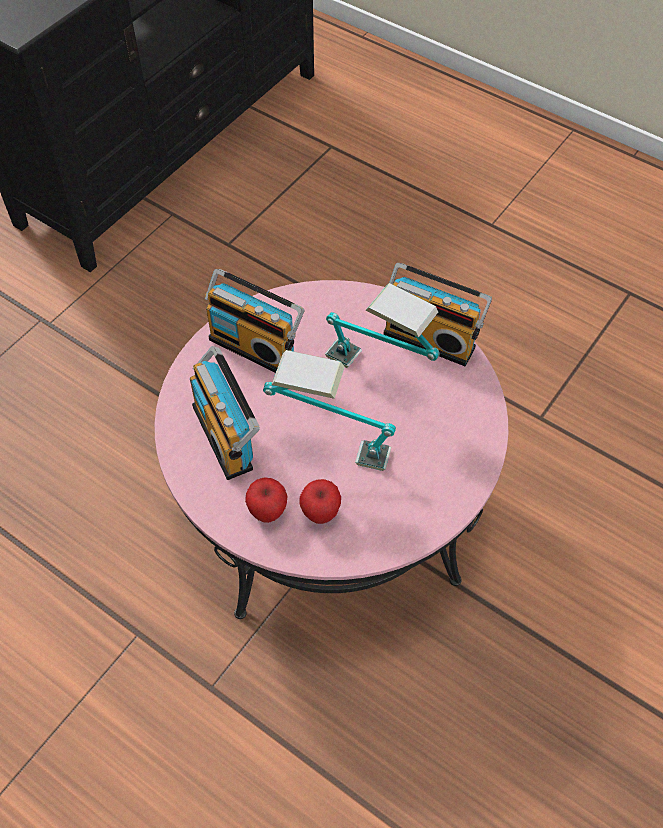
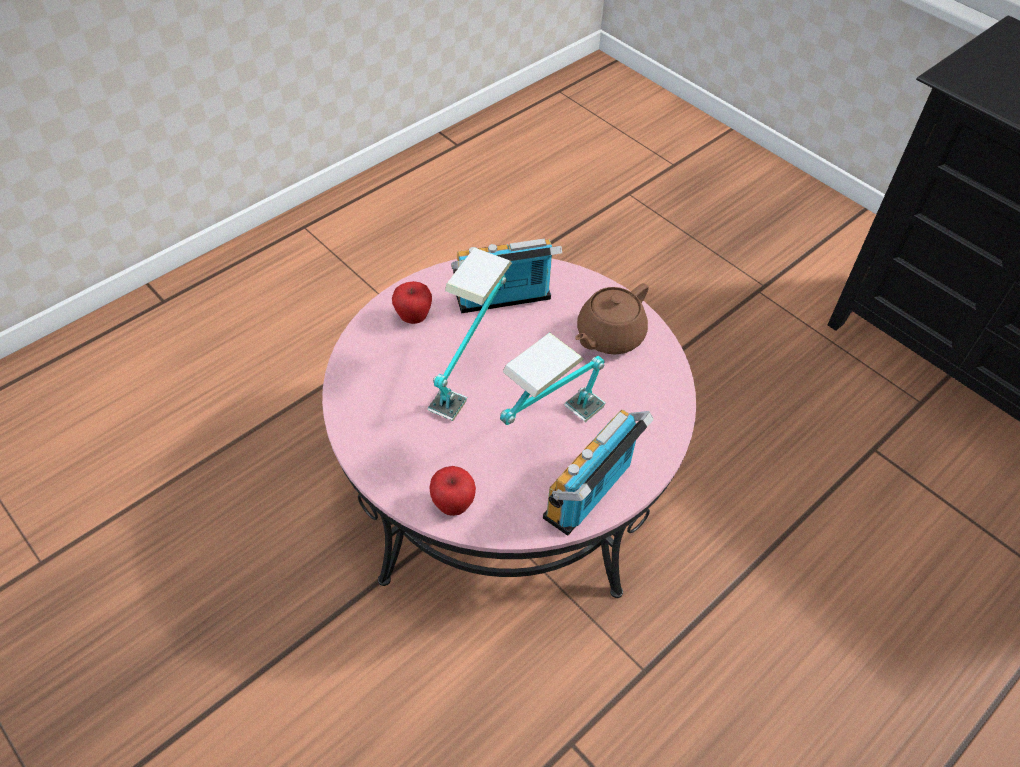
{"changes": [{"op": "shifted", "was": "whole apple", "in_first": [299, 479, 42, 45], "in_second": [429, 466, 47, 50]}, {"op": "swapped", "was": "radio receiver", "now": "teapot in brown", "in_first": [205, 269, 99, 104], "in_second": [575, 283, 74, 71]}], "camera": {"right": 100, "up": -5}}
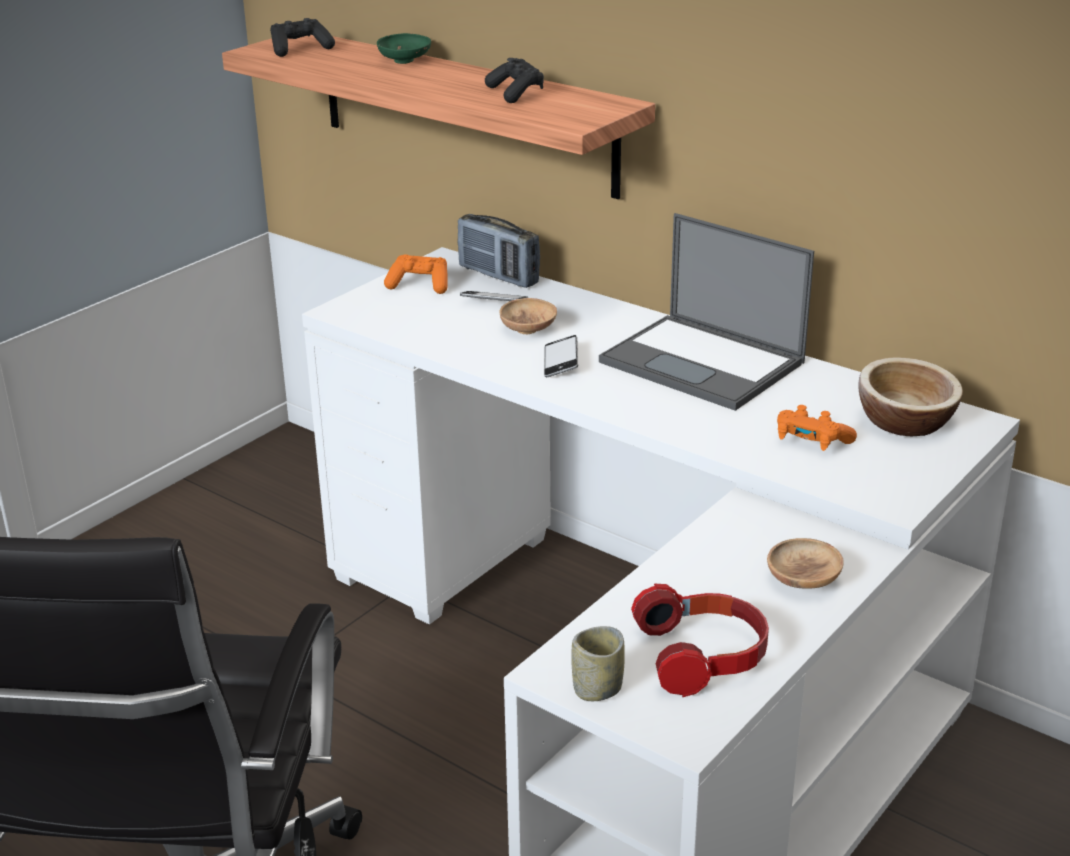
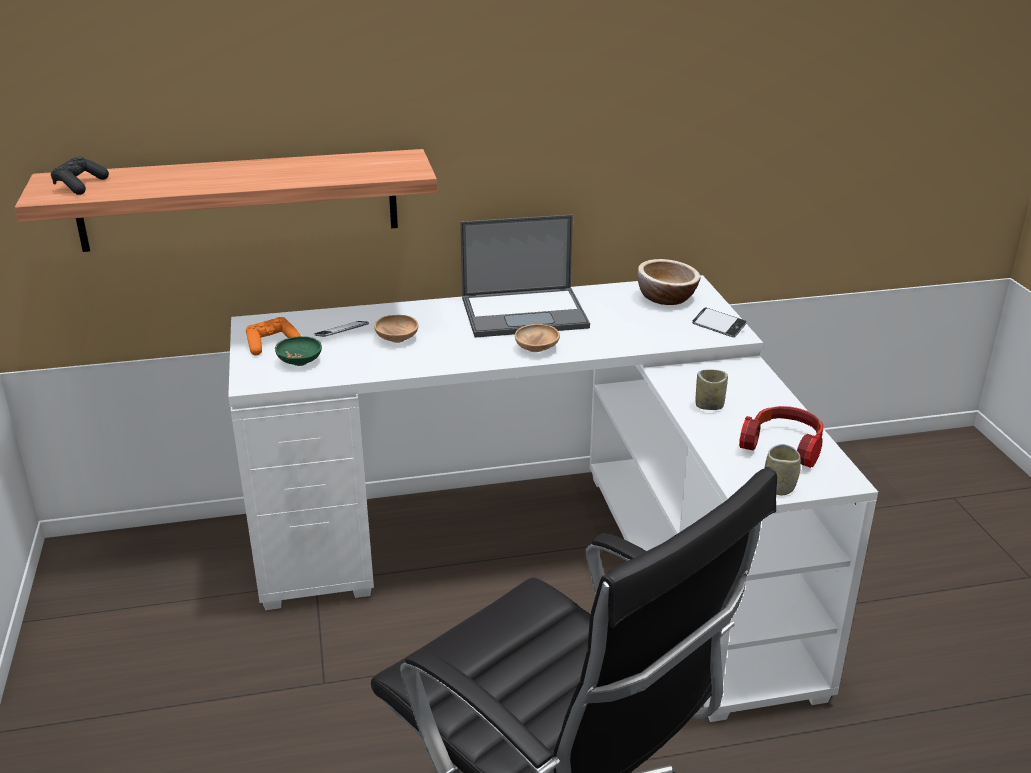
{"changes": [{"op": "shifted", "was": "serving bowl in greenish", "in_first": [377, 33, 54, 31], "in_second": [275, 336, 47, 30]}, {"op": "shifted", "was": "serving bowl in brown", "in_first": [767, 538, 77, 51], "in_second": [515, 324, 45, 28]}, {"op": "shifted", "was": "handset", "in_first": [544, 335, 34, 42], "in_second": [692, 307, 55, 30]}, {"op": "new", "now": "small cup", "in_second": [696, 369, 32, 41]}, {"op": "gone", "was": "radio receiver", "in_first": [457, 214, 83, 74]}, {"op": "gone", "was": "game controller in blackish", "in_first": [485, 58, 59, 45]}, {"op": "gone", "was": "game controller in orange-coloured", "in_first": [777, 405, 80, 46]}], "camera": {"right": -50, "up": 0}}
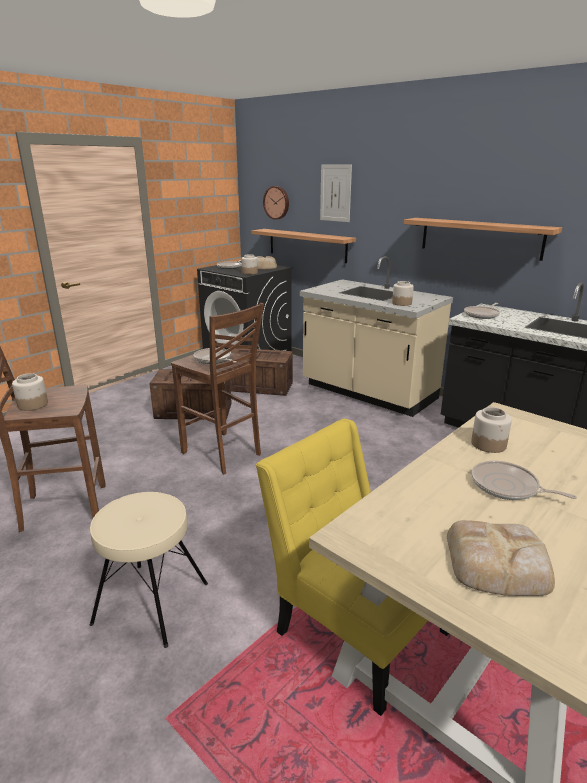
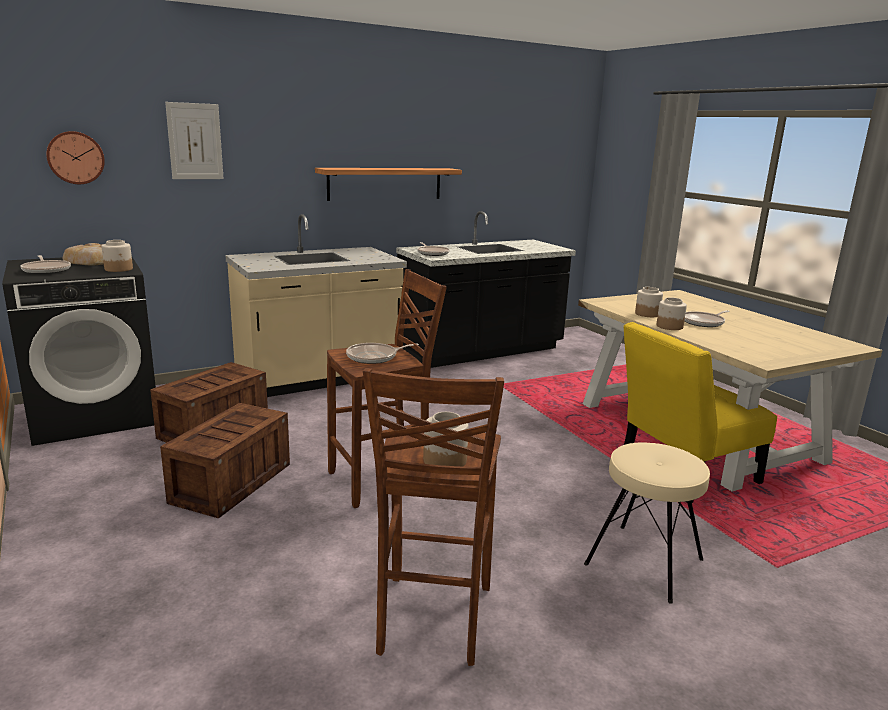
{"changes": [{"op": "shifted", "was": "jar", "in_first": [392, 281, 22, 25], "in_second": [657, 297, 30, 33]}, {"op": "gone", "was": "wall shelf", "in_first": [251, 229, 105, 34]}, {"op": "gone", "was": "bakery bread", "in_first": [447, 520, 108, 76]}], "camera": {"right": -70, "up": -5}}
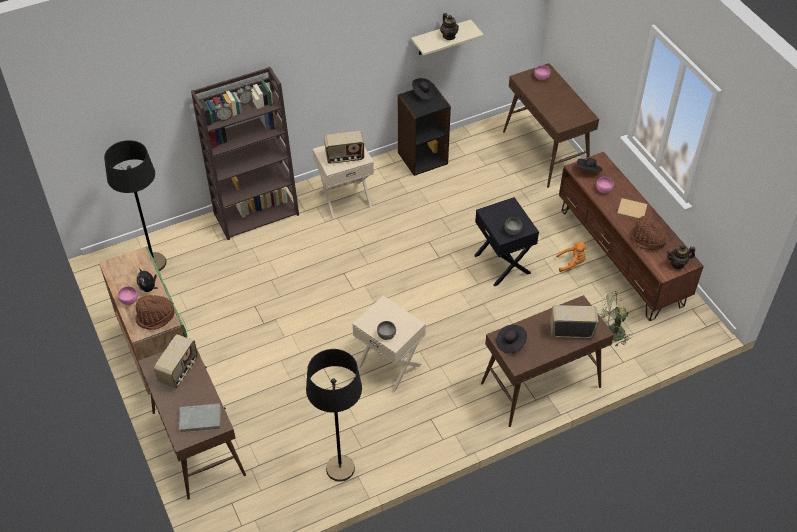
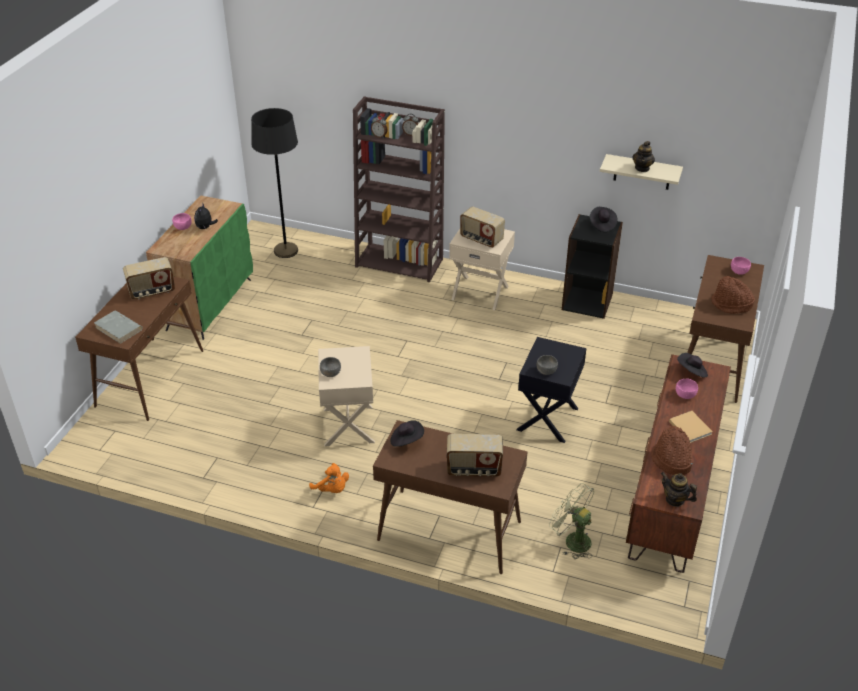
{"changes": [{"op": "shifted", "was": "soft toy in orange-coloured", "in_first": [556, 242, 32, 30], "in_second": [309, 463, 40, 30]}, {"op": "rotated", "was": "radio receiver", "in_first": [550, 305, 48, 34], "in_second": [447, 434, 56, 43], "clockwise": 135}, {"op": "shifted", "was": "wearable hat in brown", "in_first": [135, 295, 39, 35], "in_second": [711, 276, 44, 38]}, {"op": "gone", "was": "standing lamp in blackish", "in_first": [306, 349, 56, 133]}], "camera": {"right": 45, "up": -10}}
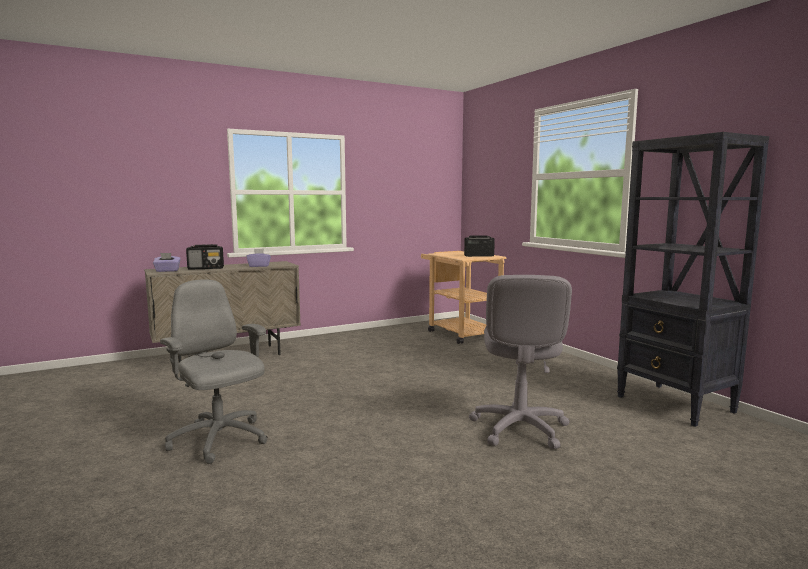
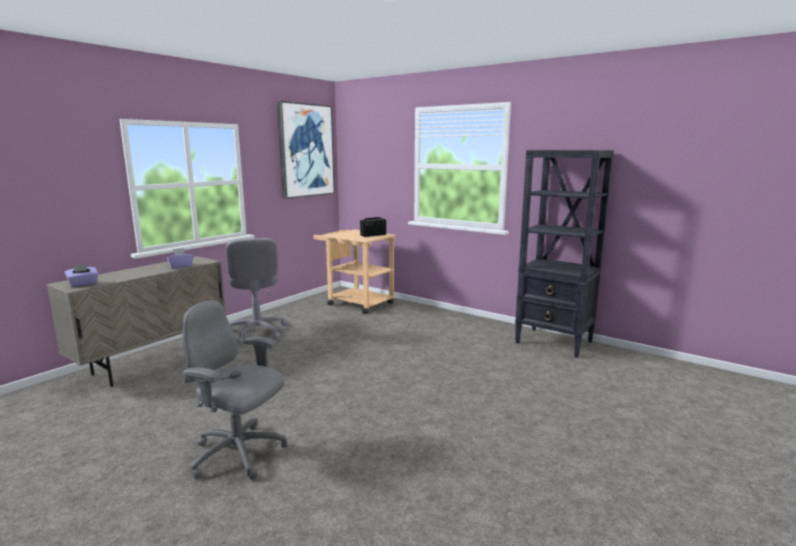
{"changes": [{"op": "shifted", "was": "computer chair in grey", "in_first": [469, 275, 103, 174], "in_second": [226, 238, 62, 105]}, {"op": "new", "now": "picture", "in_second": [277, 101, 58, 98]}, {"op": "gone", "was": "radio receiver", "in_first": [186, 244, 38, 26]}], "camera": {"right": -25, "up": 5}}
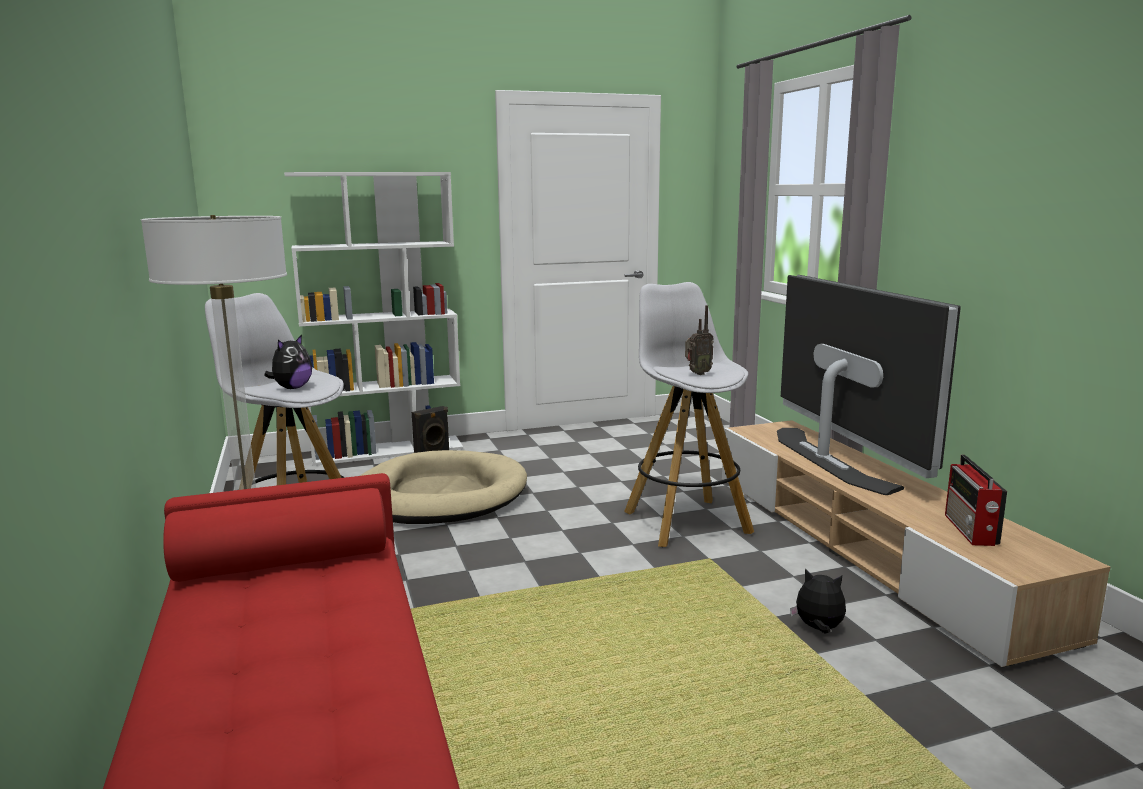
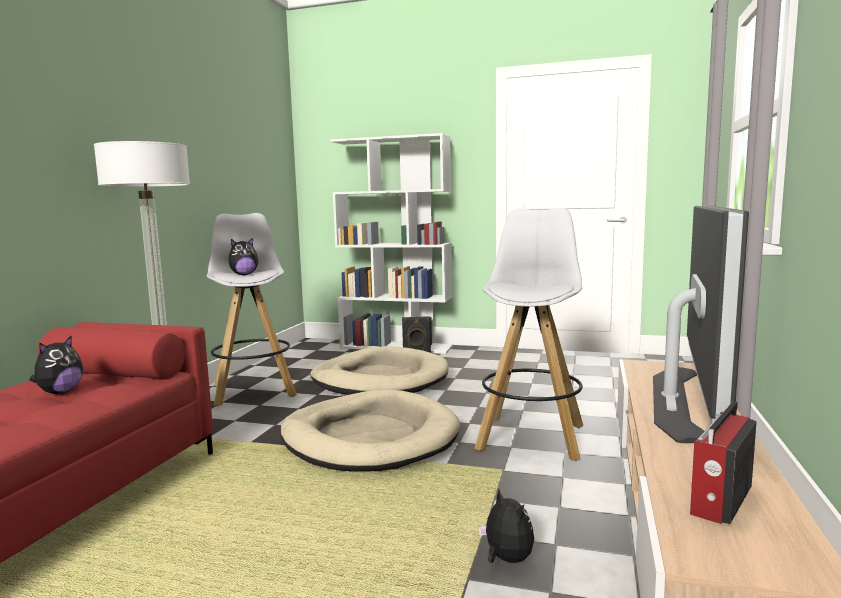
{"changes": [{"op": "new", "now": "soft toy", "in_second": [29, 335, 54, 59]}, {"op": "new", "now": "dog bed in beige", "in_second": [280, 389, 180, 83]}, {"op": "gone", "was": "radio receiver", "in_first": [685, 305, 29, 70]}], "camera": {"right": 35, "up": -5}}
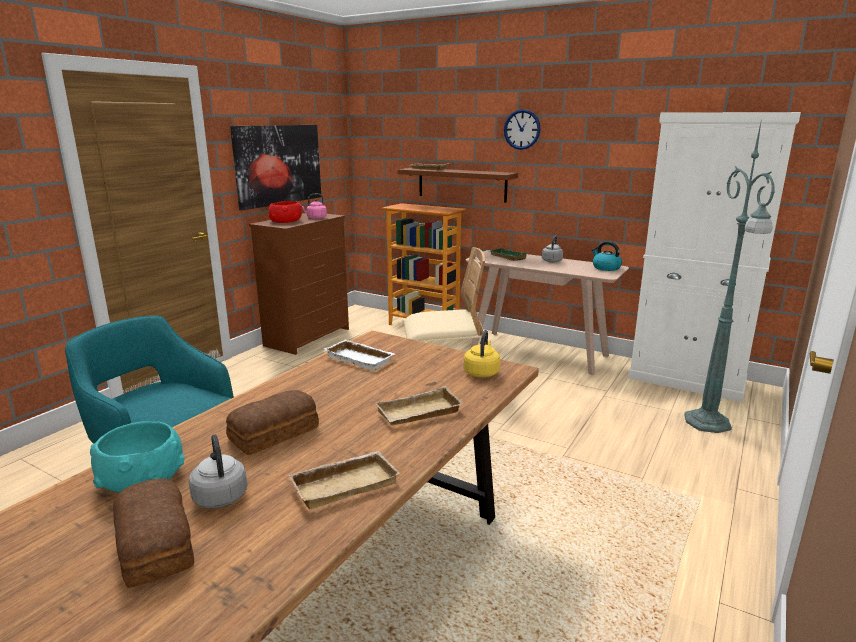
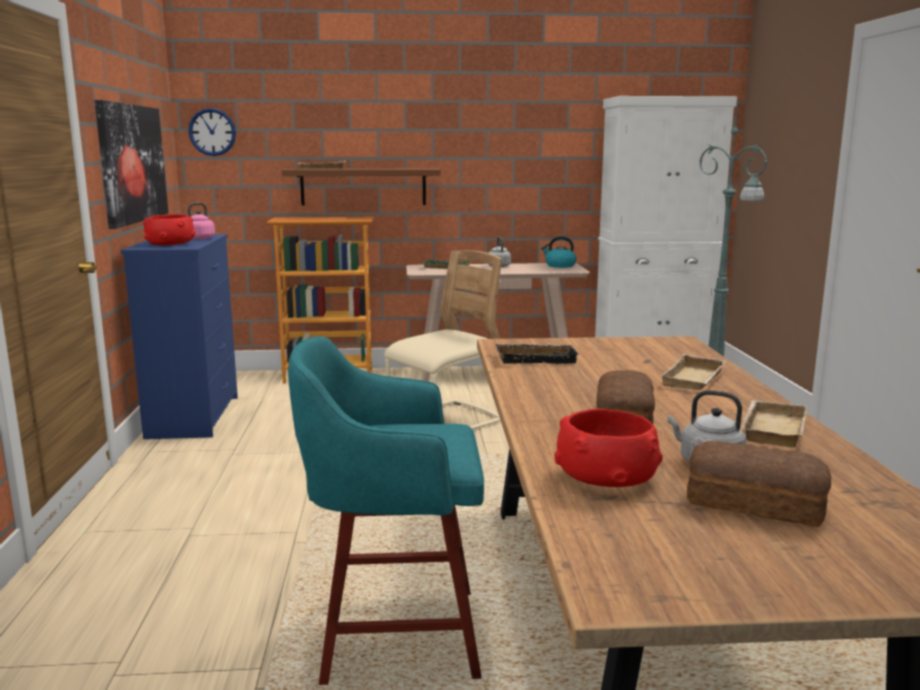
{"changes": [{"op": "repainted", "was": "chest of drawers in brown", "now": "chest of drawers in blue", "in_first": [249, 213, 100, 142], "in_second": [121, 234, 117, 205]}, {"op": "shifted", "was": "hanging clock", "in_first": [504, 109, 36, 41], "in_second": [188, 108, 48, 48]}, {"op": "repainted", "was": "carrying tray in white", "now": "carrying tray in blackish", "in_first": [324, 339, 71, 32], "in_second": [496, 344, 83, 20]}, {"op": "repainted", "was": "serving bowl in blue-green", "now": "serving bowl in reddish", "in_first": [90, 421, 95, 72], "in_second": [554, 409, 109, 78]}, {"op": "gone", "was": "tea kettle in yellowish", "in_first": [464, 330, 36, 48]}], "camera": {"right": -35, "up": -5}}
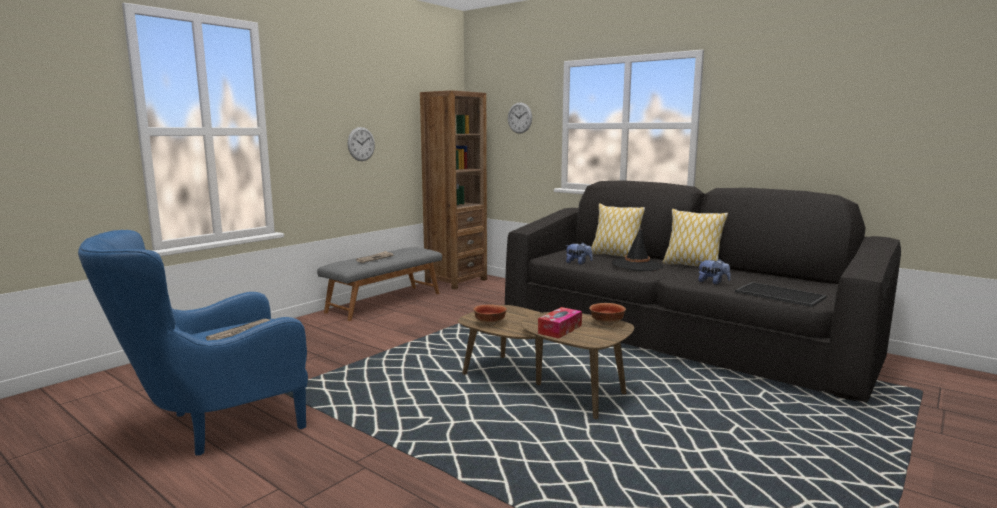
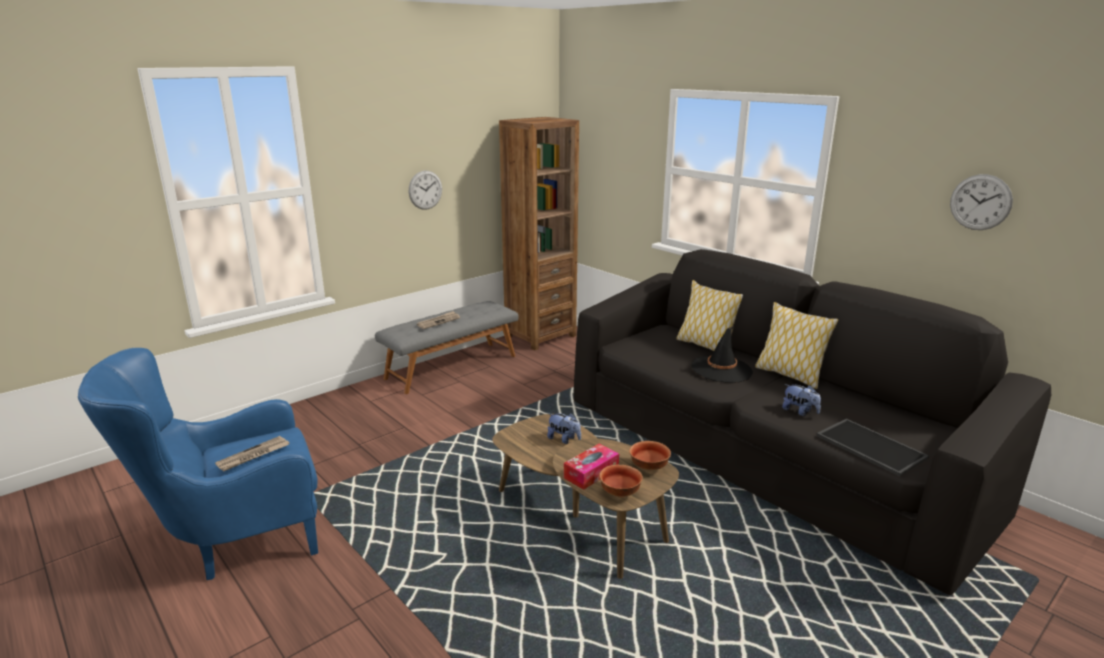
{"changes": [{"op": "shifted", "was": "soft toy", "in_first": [565, 242, 28, 23], "in_second": [547, 413, 34, 31]}, {"op": "shifted", "was": "serving bowl", "in_first": [473, 305, 34, 21], "in_second": [600, 465, 43, 33]}, {"op": "shifted", "was": "hanging clock", "in_first": [508, 102, 24, 32], "in_second": [950, 174, 63, 56]}], "camera": {"right": 10, "up": 10}}
